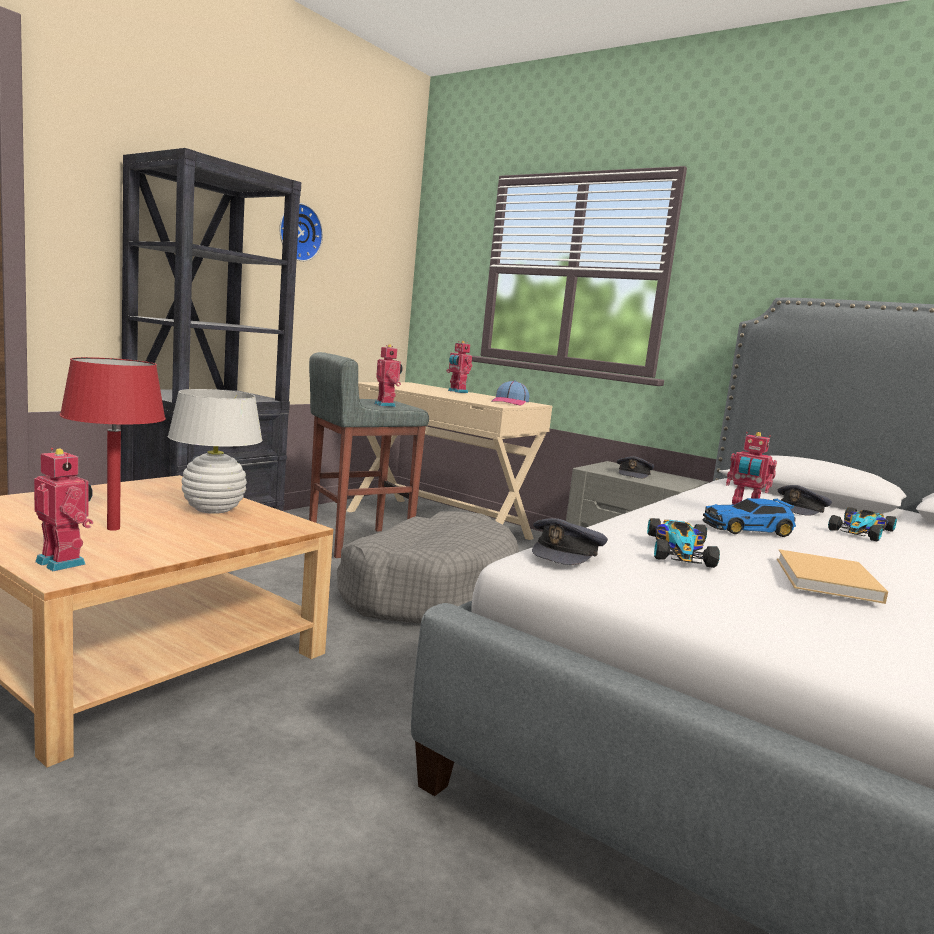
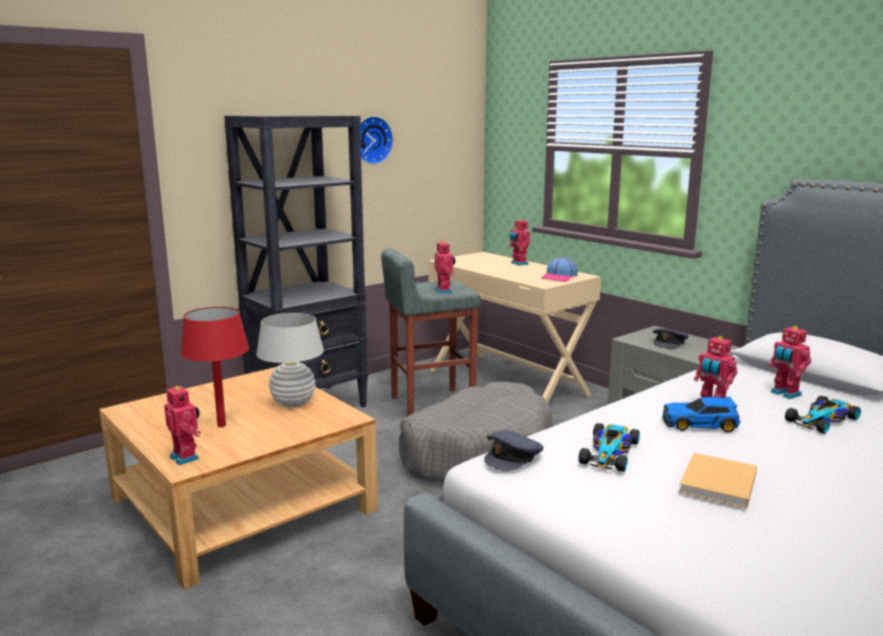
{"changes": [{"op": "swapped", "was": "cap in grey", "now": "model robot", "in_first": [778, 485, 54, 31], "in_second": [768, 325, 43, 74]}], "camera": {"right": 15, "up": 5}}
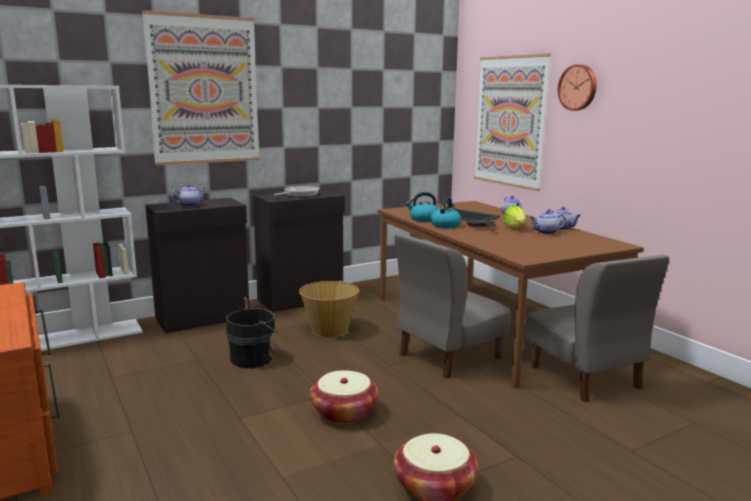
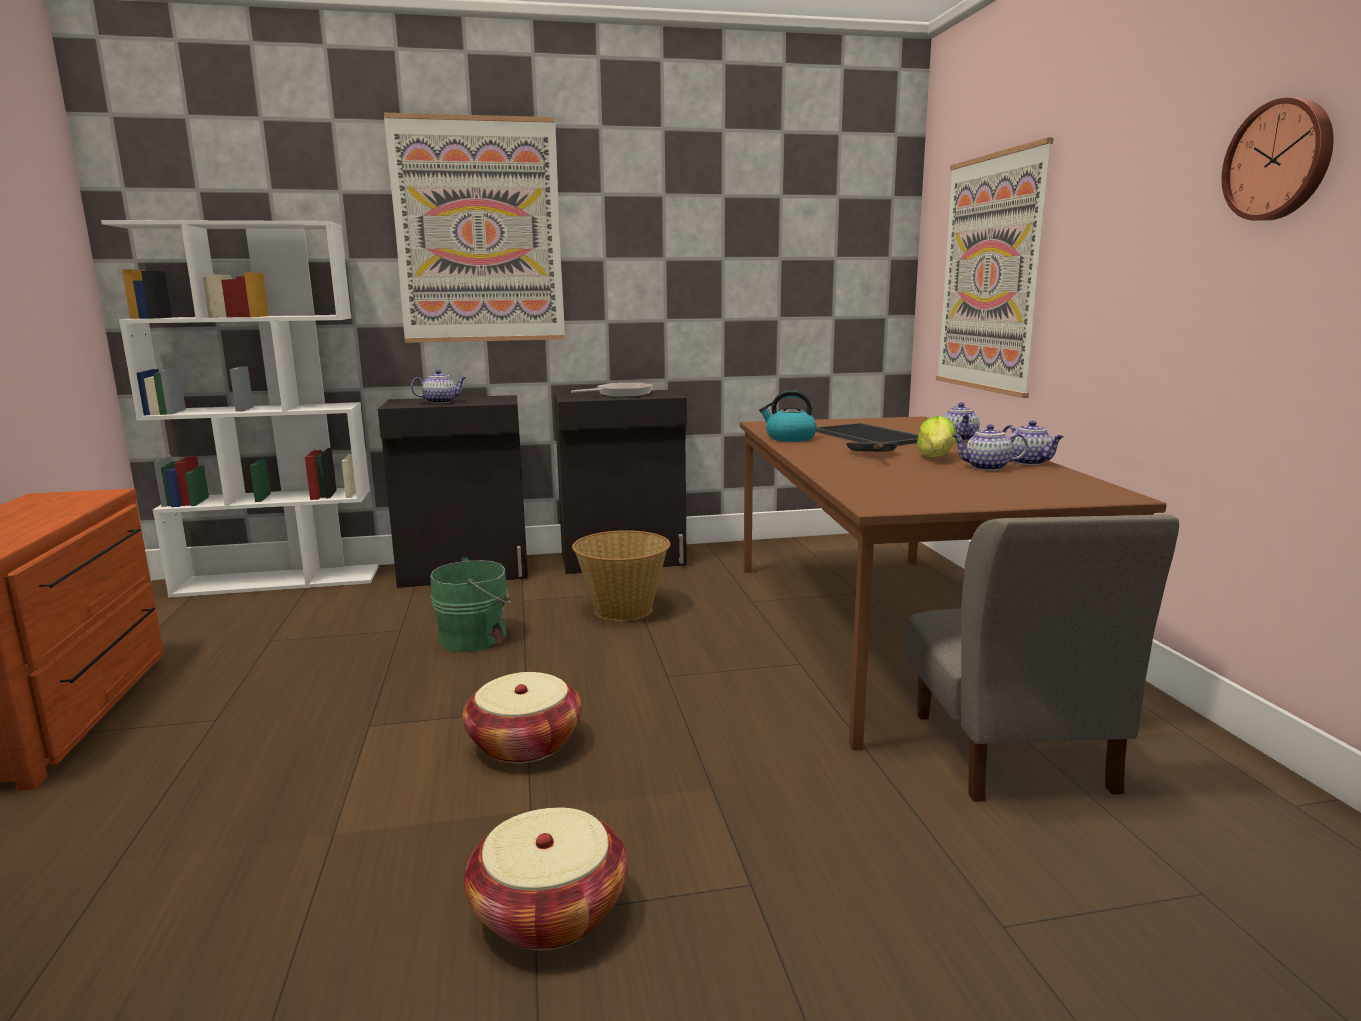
{"changes": [{"op": "repainted", "was": "pail in blackish", "now": "pail in greenish", "in_first": [226, 307, 54, 61], "in_second": [430, 557, 81, 95]}, {"op": "shifted", "was": "hanging clock", "in_first": [558, 64, 39, 47], "in_second": [1222, 97, 112, 124]}, {"op": "gone", "was": "chair in grey", "in_first": [394, 234, 117, 145]}, {"op": "gone", "was": "tea kettle", "in_first": [431, 197, 30, 31]}], "camera": {"right": 20, "up": 0}}
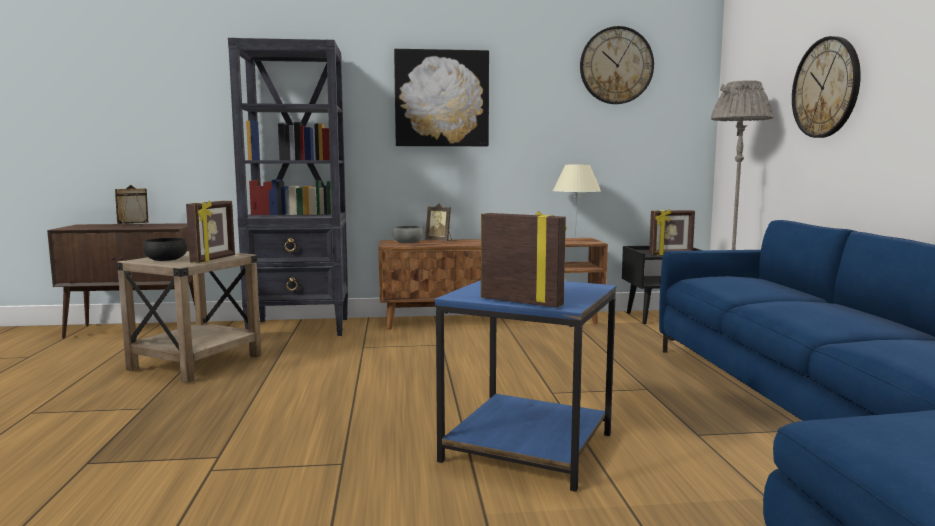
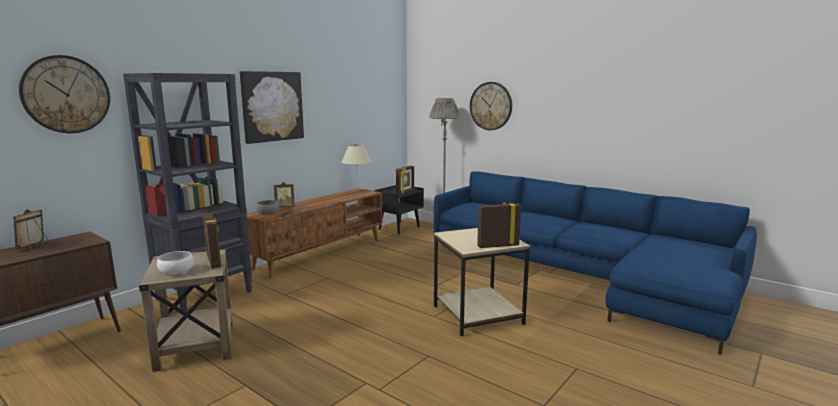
{"changes": [{"op": "shifted", "was": "hanging clock", "in_first": [580, 26, 74, 78], "in_second": [19, 55, 91, 78]}, {"op": "repainted", "was": "serving bowl in blackish", "now": "serving bowl in white", "in_first": [143, 238, 44, 23], "in_second": [157, 251, 37, 24]}, {"op": "repainted", "was": "side table in blue", "now": "side table in beige", "in_first": [435, 280, 182, 212], "in_second": [434, 228, 96, 108]}], "camera": {"right": -45, "up": 5}}
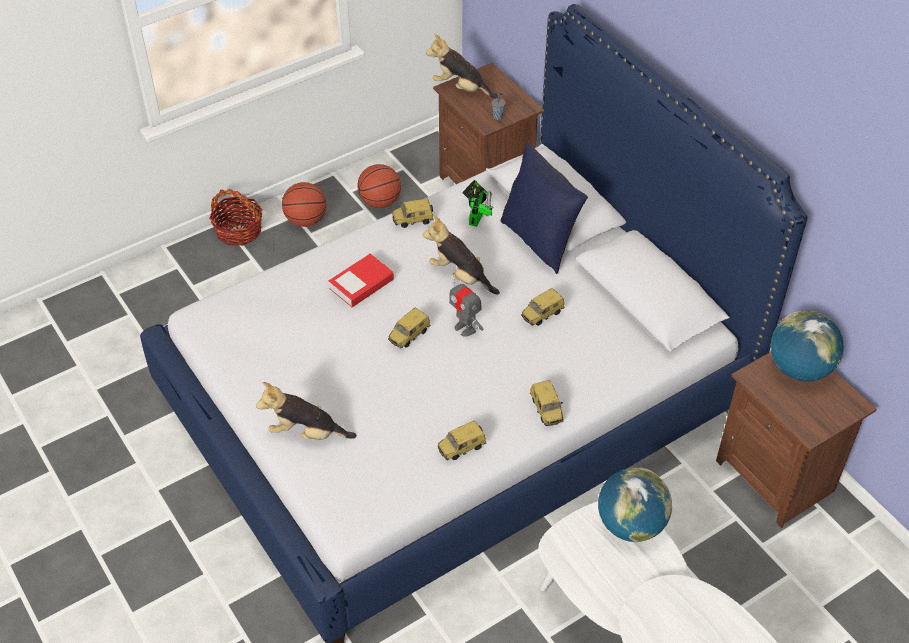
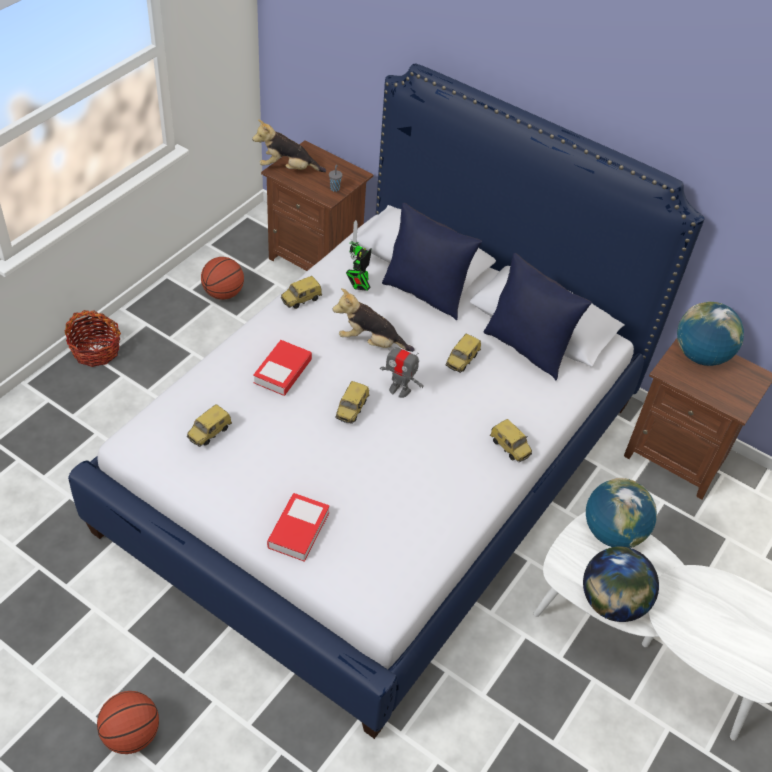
{"changes": [{"op": "shifted", "was": "basketball ball", "in_first": [282, 182, 44, 45], "in_second": [97, 691, 62, 63]}, {"op": "shifted", "was": "miniature car", "in_first": [438, 420, 49, 40], "in_second": [187, 404, 45, 43]}, {"op": "swapped", "was": "soft toy", "now": "book", "in_first": [256, 382, 101, 58], "in_second": [267, 493, 63, 69]}, {"op": "rotated", "was": "model robot", "in_first": [462, 180, 32, 47], "in_second": [346, 220, 25, 71], "clockwise": -150}, {"op": "new", "now": "pillow in blue", "in_second": [484, 253, 108, 127]}, {"op": "new", "now": "world globe", "in_second": [583, 547, 76, 75]}], "camera": {"right": -25, "up": 0}}
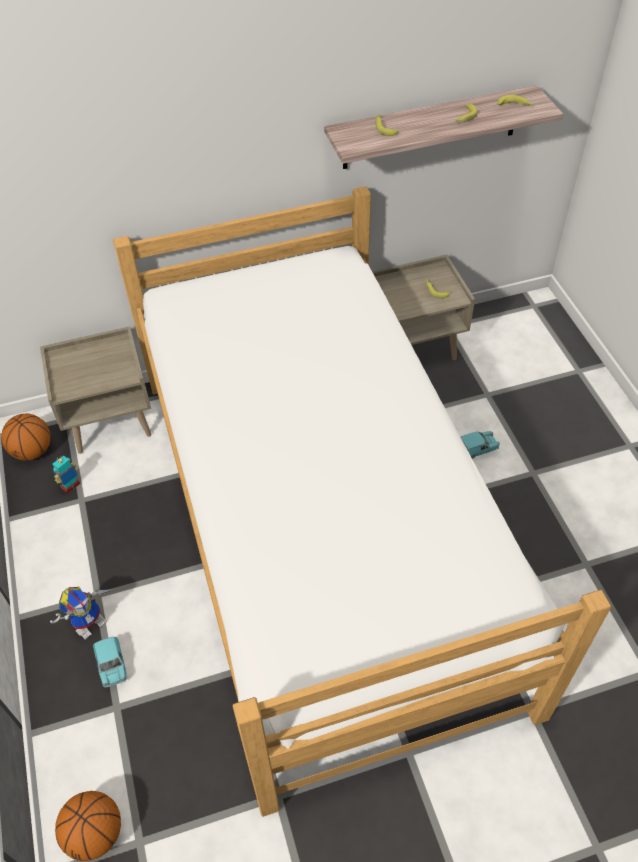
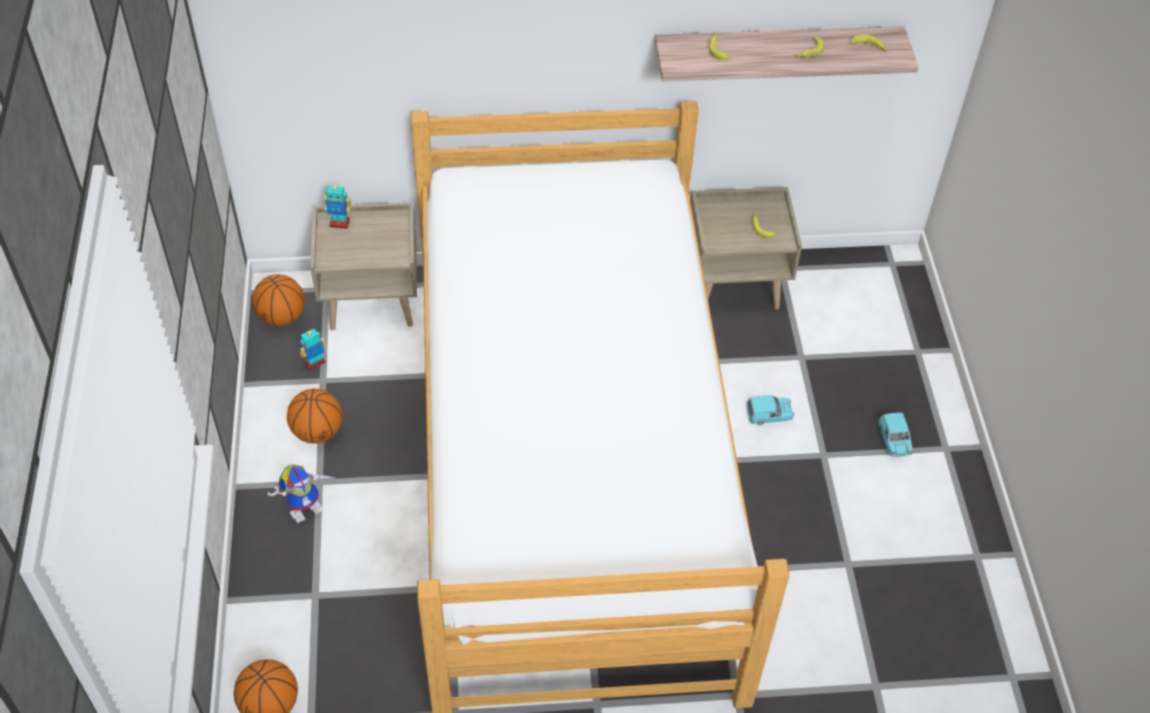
{"changes": [{"op": "new", "now": "basketball ball", "in_second": [287, 389, 55, 54]}, {"op": "new", "now": "model robot", "in_second": [324, 183, 27, 46]}, {"op": "shifted", "was": "miniature car in blue-green", "in_first": [93, 637, 34, 51], "in_second": [878, 413, 35, 44]}], "camera": {"right": 10, "up": 0}}
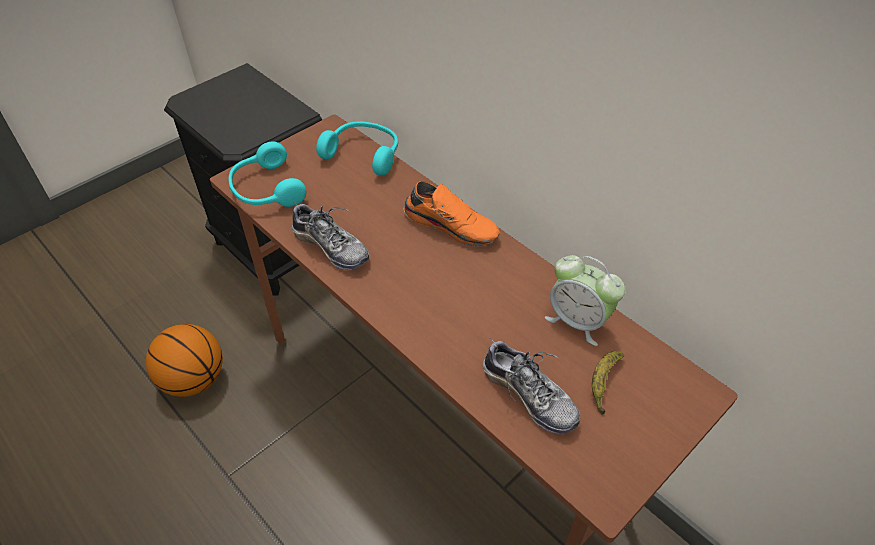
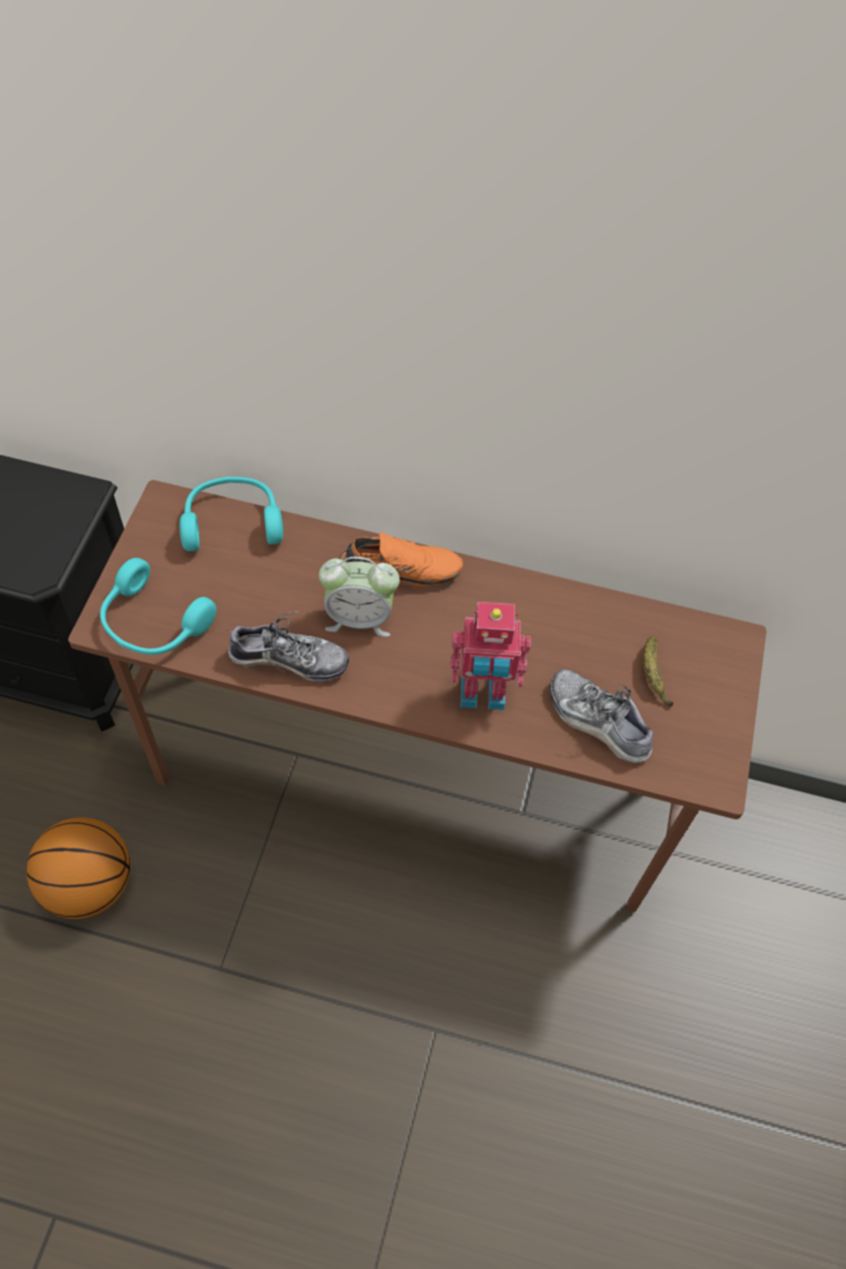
{"changes": [{"op": "shifted", "was": "table clock", "in_first": [545, 255, 80, 91], "in_second": [319, 557, 81, 80]}, {"op": "new", "now": "model robot", "in_second": [450, 602, 81, 108]}, {"op": "rotated", "was": "low shoe", "in_first": [483, 339, 97, 95], "in_second": [550, 669, 104, 94], "clockwise": -150}], "camera": {"right": -35, "up": 10}}
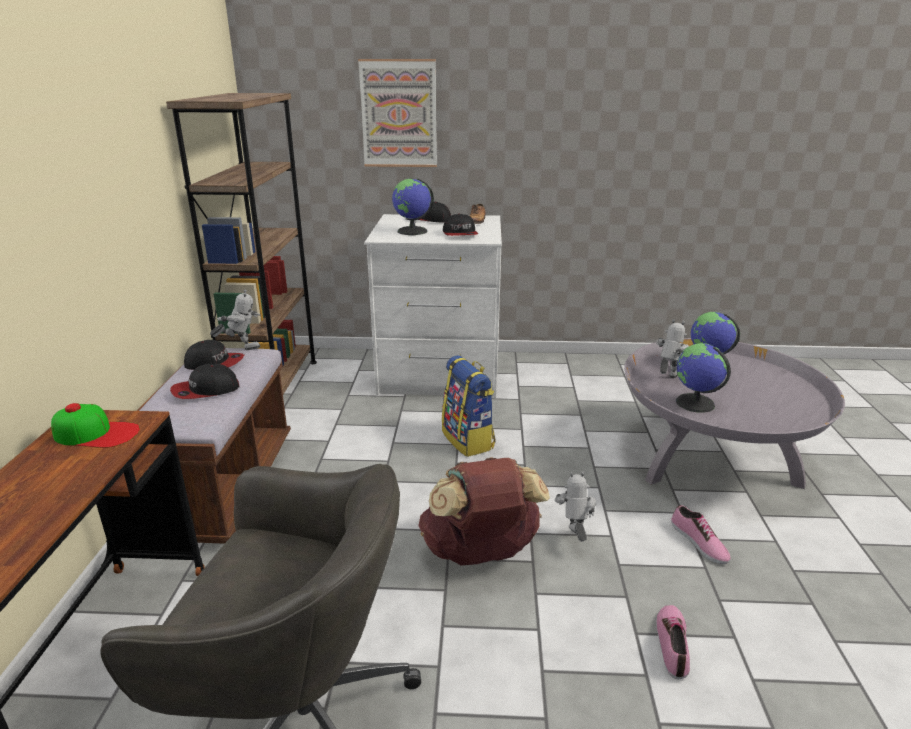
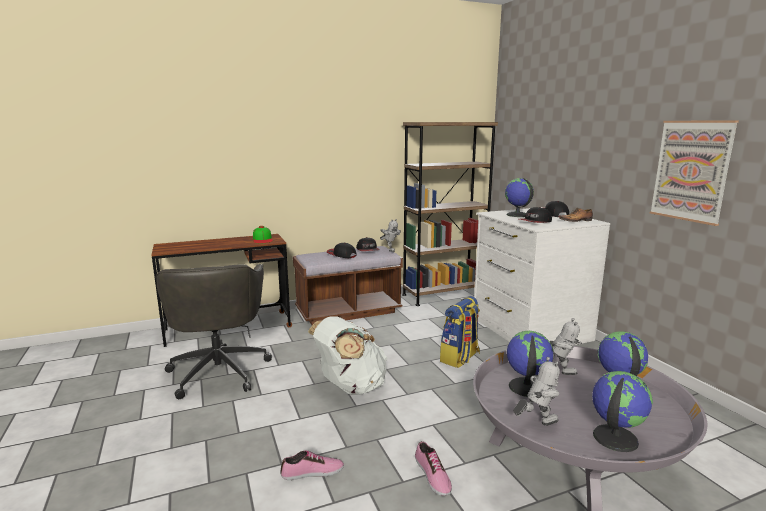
{"changes": [{"op": "repainted", "was": "knapsack in brown", "now": "knapsack in white", "in_first": [418, 457, 132, 109], "in_second": [308, 317, 80, 78]}, {"op": "rotated", "was": "low shoe", "in_first": [671, 505, 60, 59], "in_second": [415, 441, 37, 55], "clockwise": -60}, {"op": "shifted", "was": "model robot", "in_first": [555, 472, 41, 70], "in_second": [513, 357, 47, 69]}, {"op": "new", "now": "world globe", "in_second": [592, 371, 61, 81]}, {"op": "shifted", "was": "picture", "in_first": [358, 59, 79, 108], "in_second": [650, 120, 89, 106]}], "camera": {"right": 65, "up": -10}}
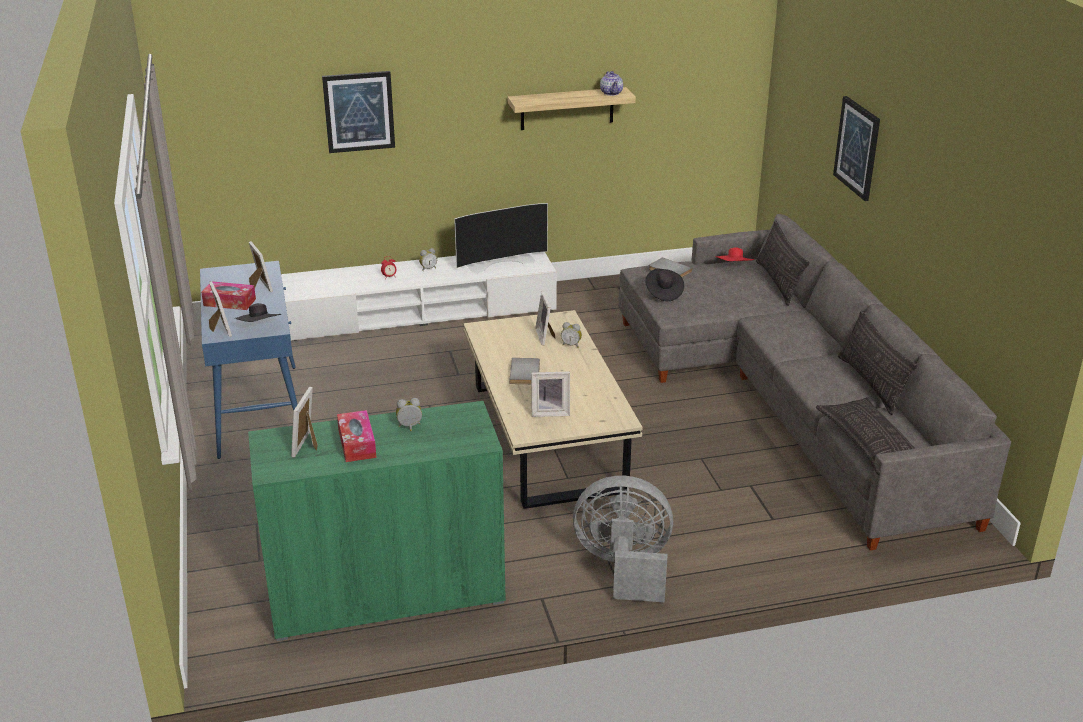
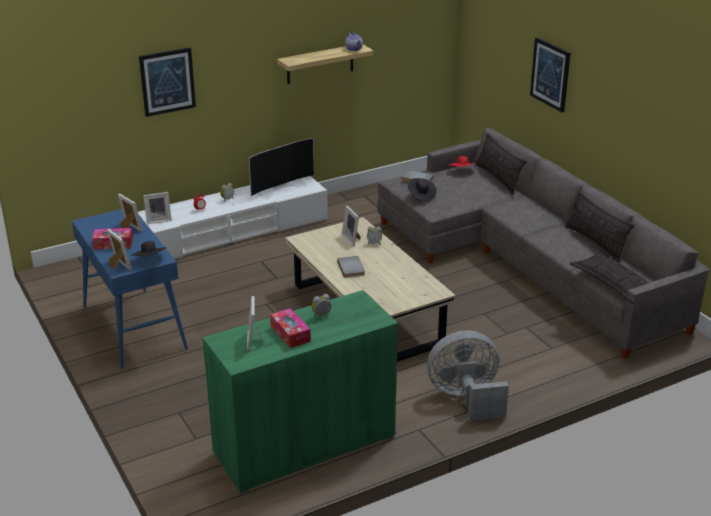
{"changes": [{"op": "shifted", "was": "picture frame", "in_first": [531, 372, 39, 45], "in_second": [143, 192, 29, 33]}], "camera": {"right": -15, "up": 0}}
